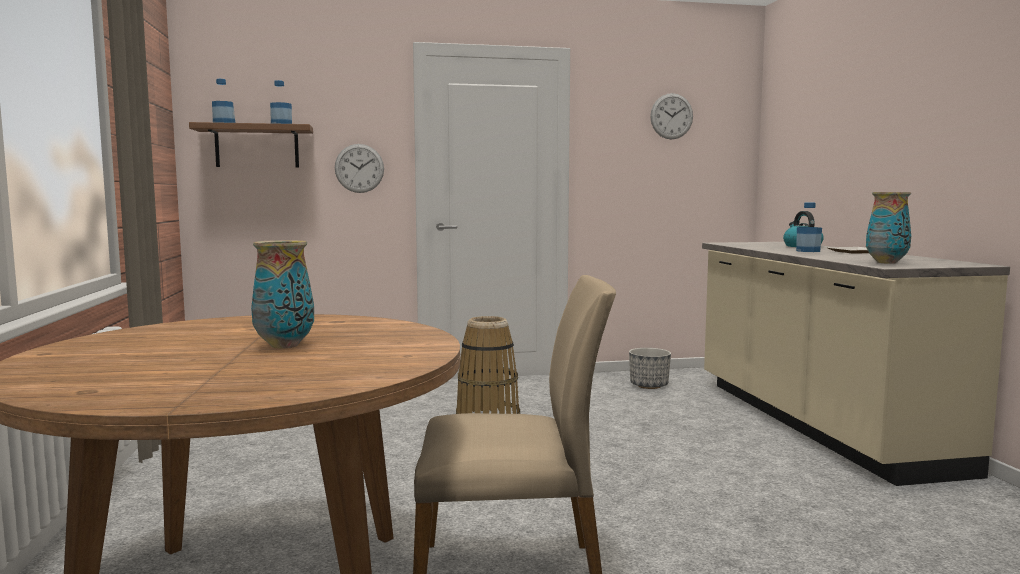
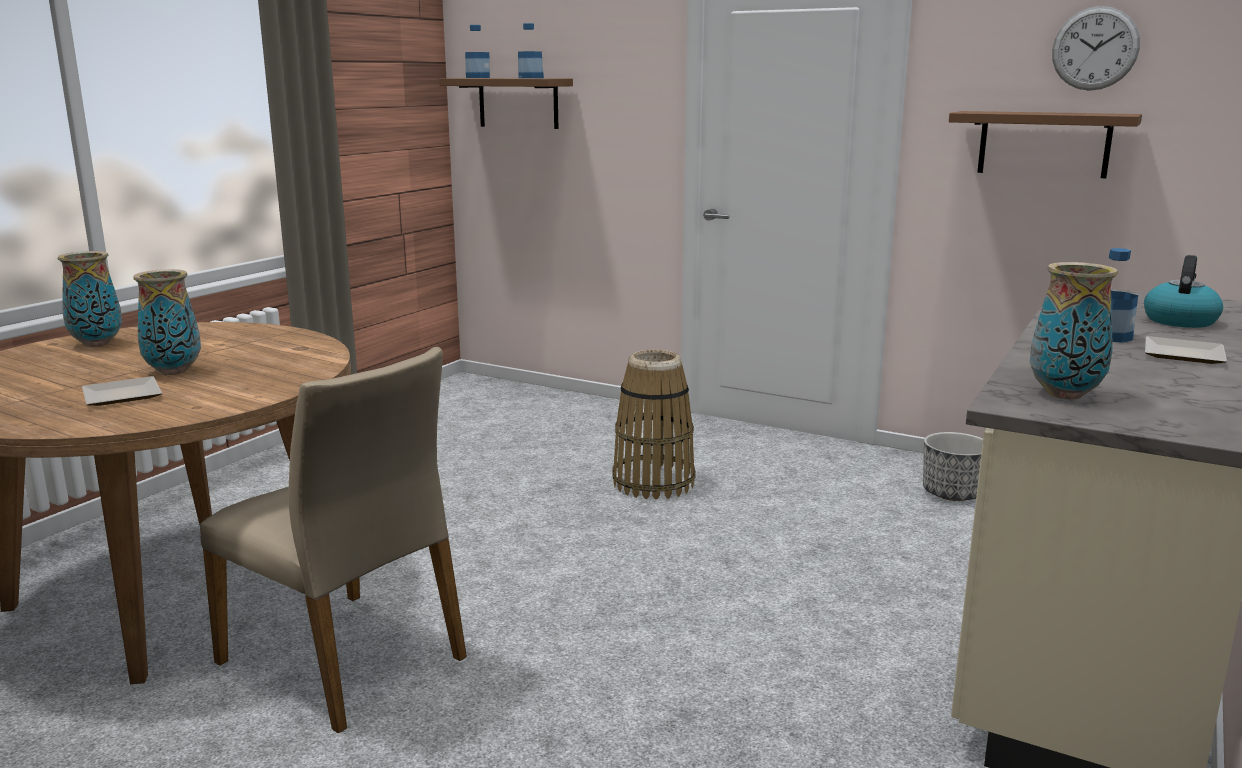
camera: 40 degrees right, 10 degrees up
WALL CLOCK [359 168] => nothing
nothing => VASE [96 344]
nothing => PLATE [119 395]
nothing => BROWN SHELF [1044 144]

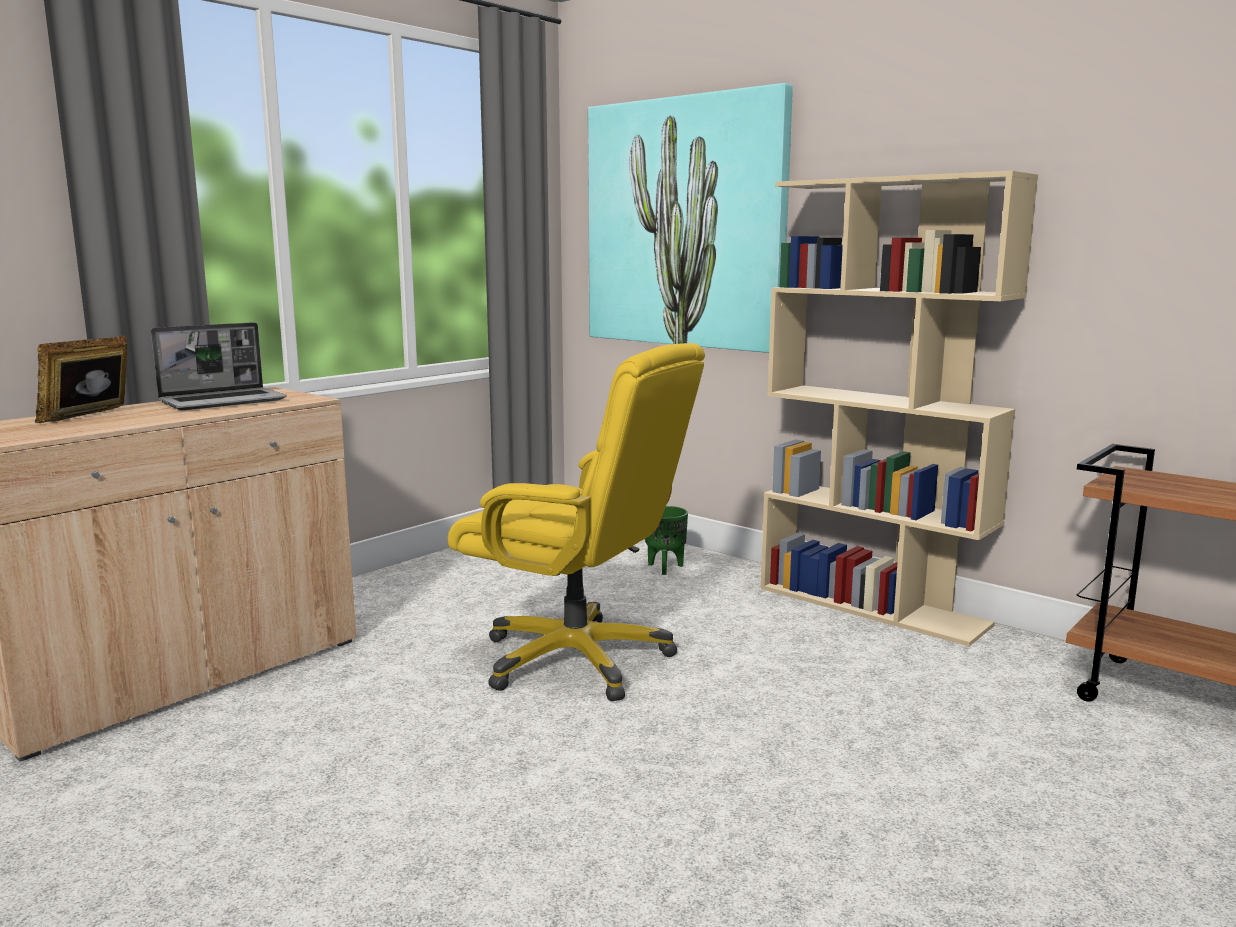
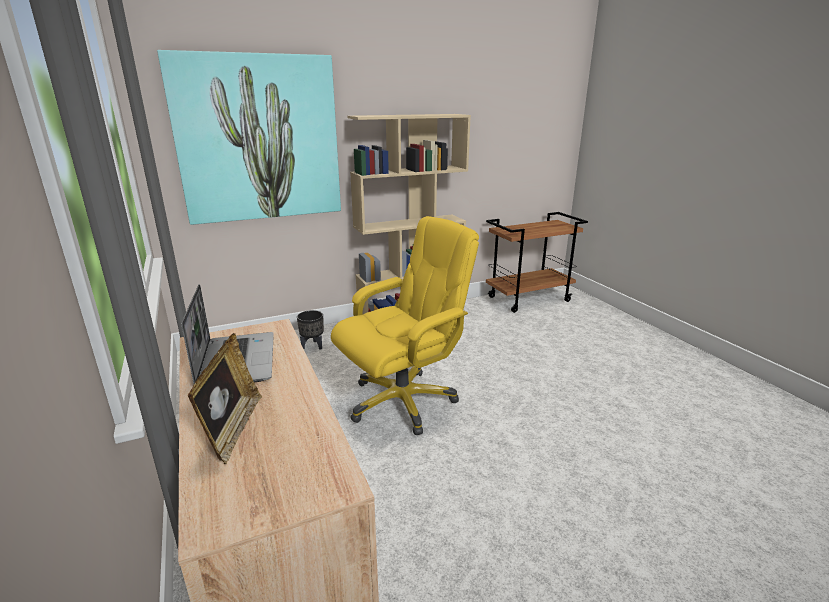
camera: 65 degrees left, 10 degrees up
PICTURE FRAME [90 416] => PICTURE FRAME [233 429], 135 degrees counterclockwise
GREEN PLANTER [665 568] => BLACK PLANTER [313 346]

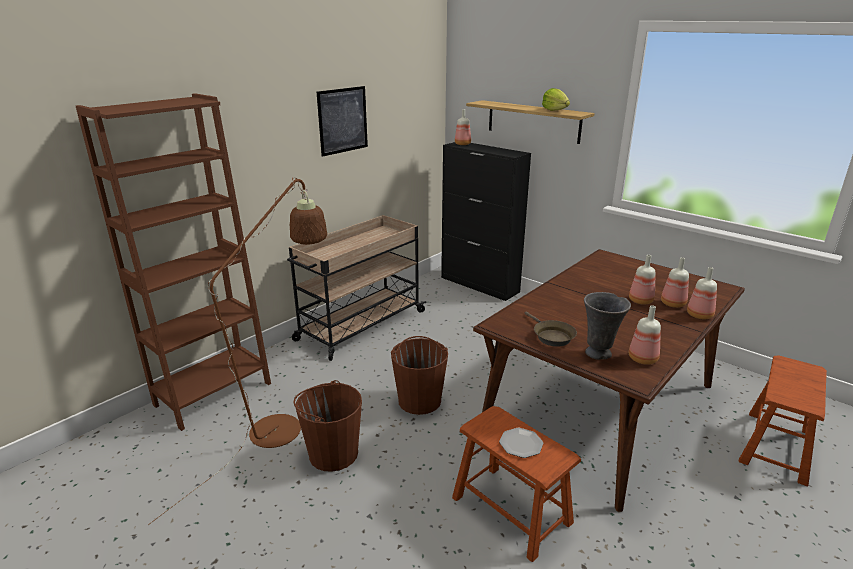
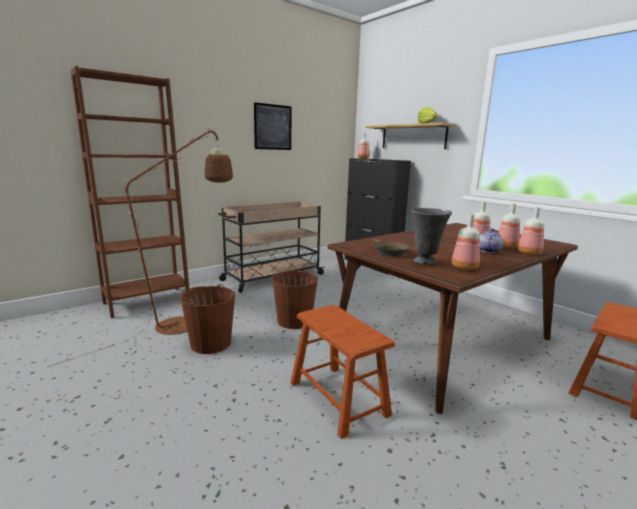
camera: 10 degrees right, 10 degrees down
PLATE [521 444] => nothing
nothing => TEAPOT [488 250]

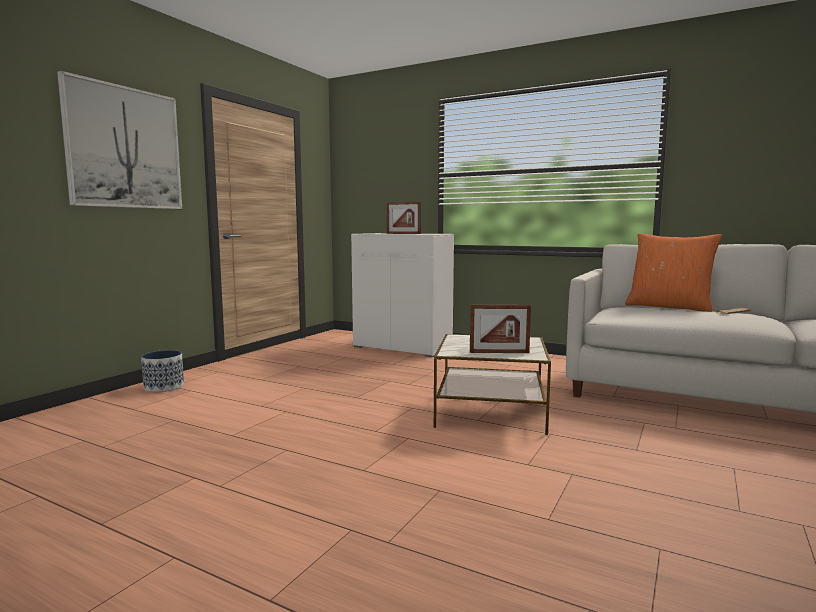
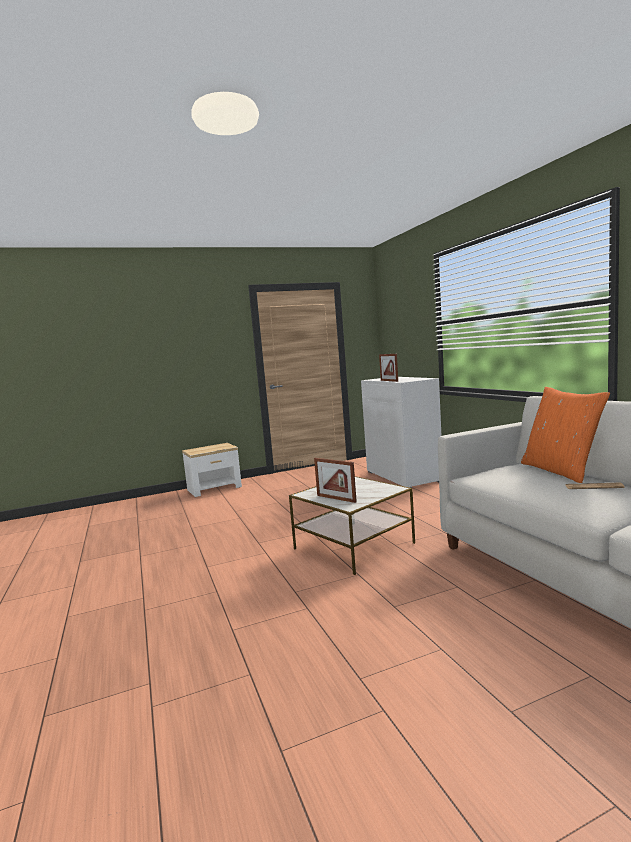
camera: 40 degrees right, 0 degrees up
PICTURE [124 148] => nothing
PLANTER [164 387] => SIDE TABLE [214 489]

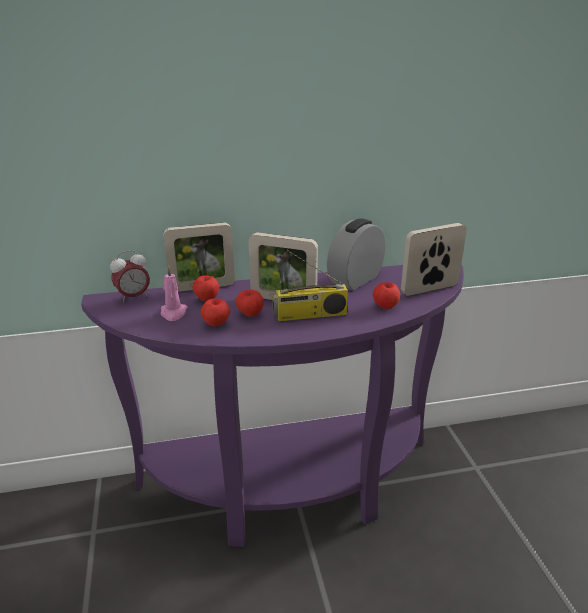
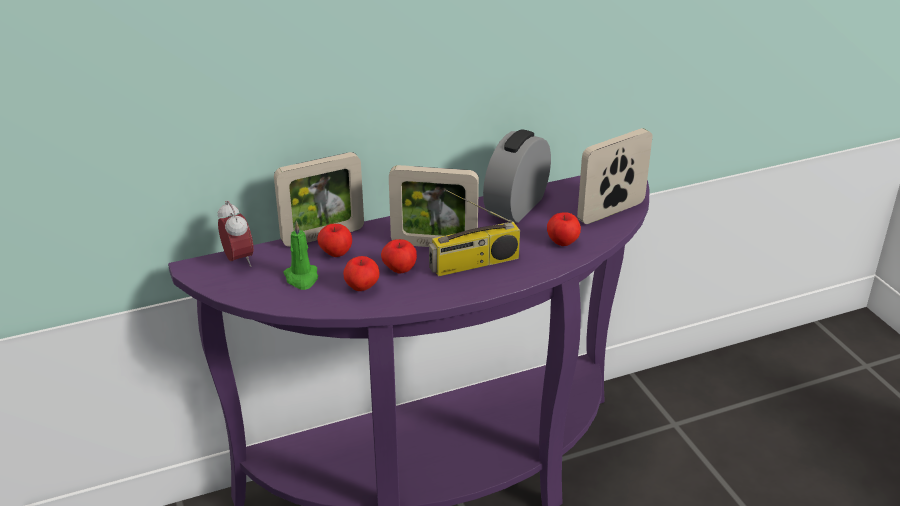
camera: 10 degrees left, 5 degrees up
ALARM CLOCK [133 297] => ALARM CLOCK [238 260], 75 degrees counterclockwise
PINK CANDLE [173 313] => GREEN CANDLE [302 278]

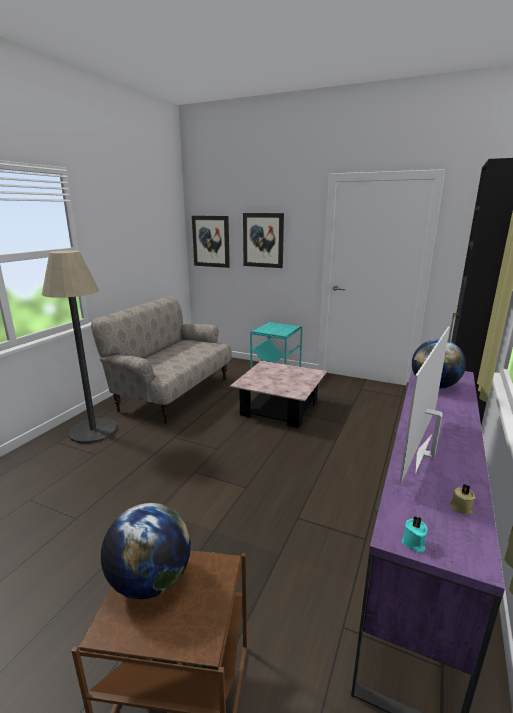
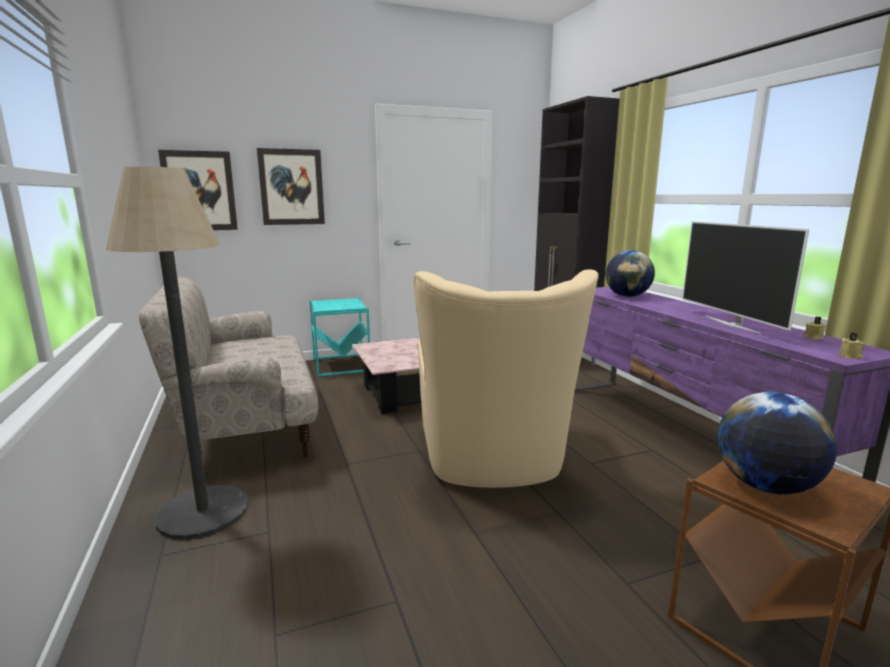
camera: 45 degrees left, 5 degrees down
TURQUOISE CANDLE [413 543] => BEIGE CANDLE [850 356]
nothing => BEIGE ARMCHAIR [492 460]

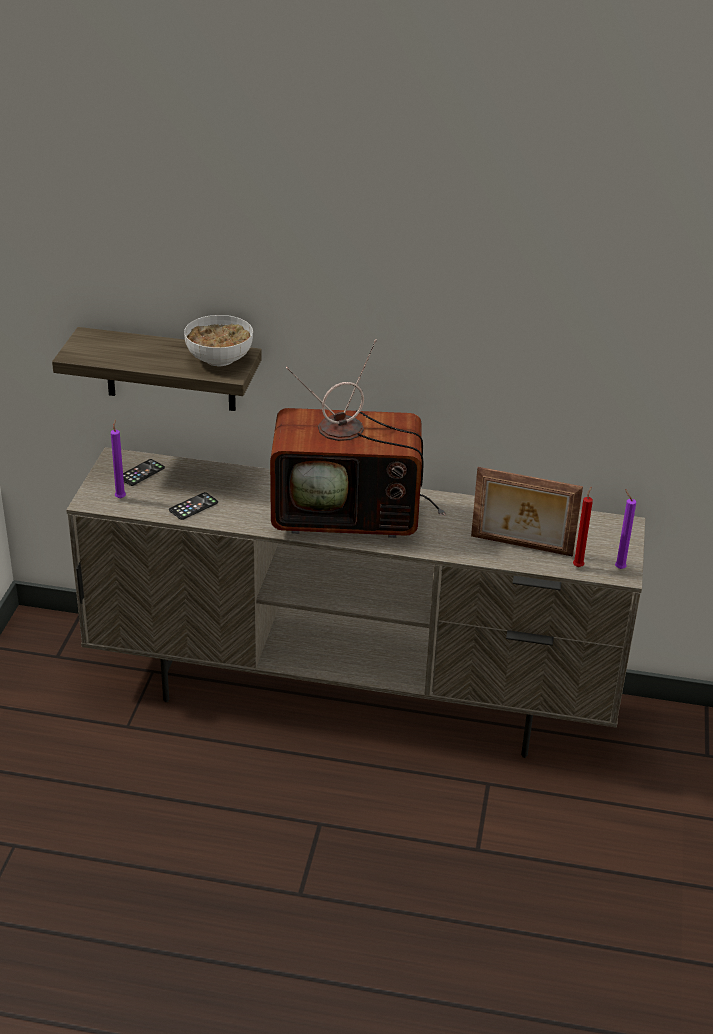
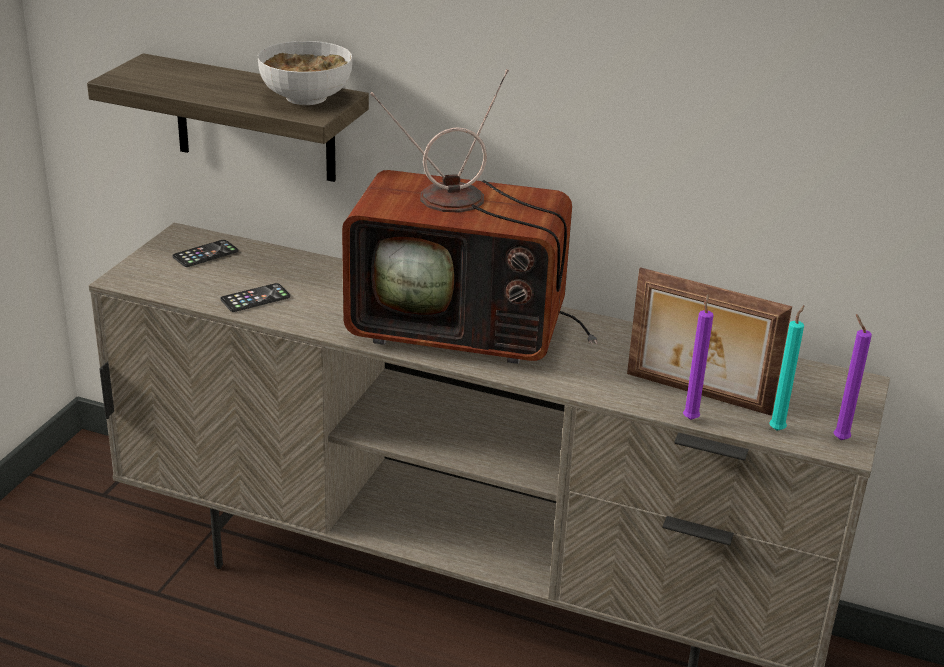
camera: 10 degrees right, 5 degrees down
PURPLE CANDLE [121 497] => PURPLE CANDLE [690 418], shifted
RED CANDLE [578 566] => TURQUOISE CANDLE [778 429]

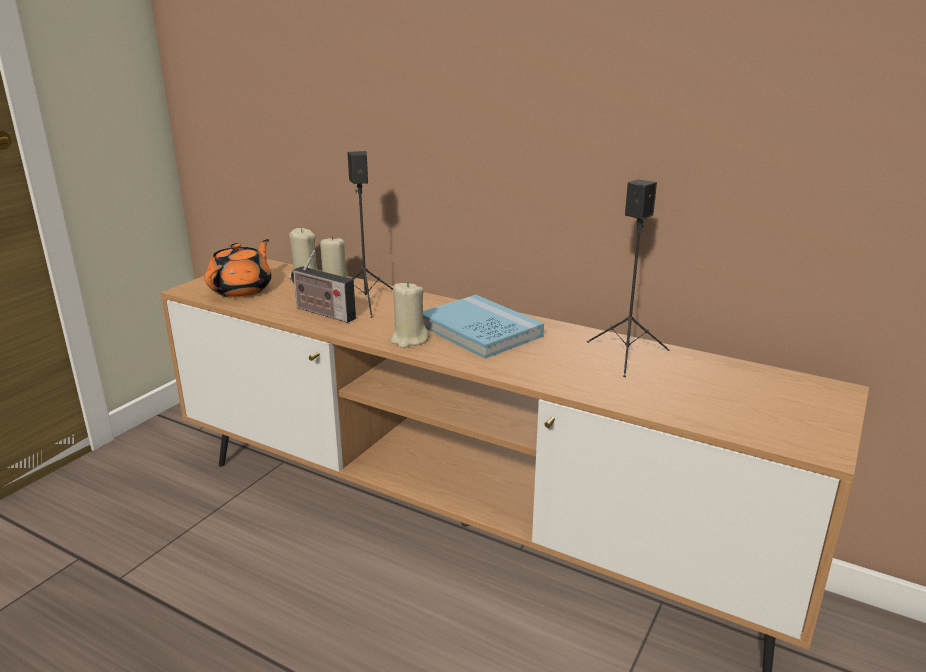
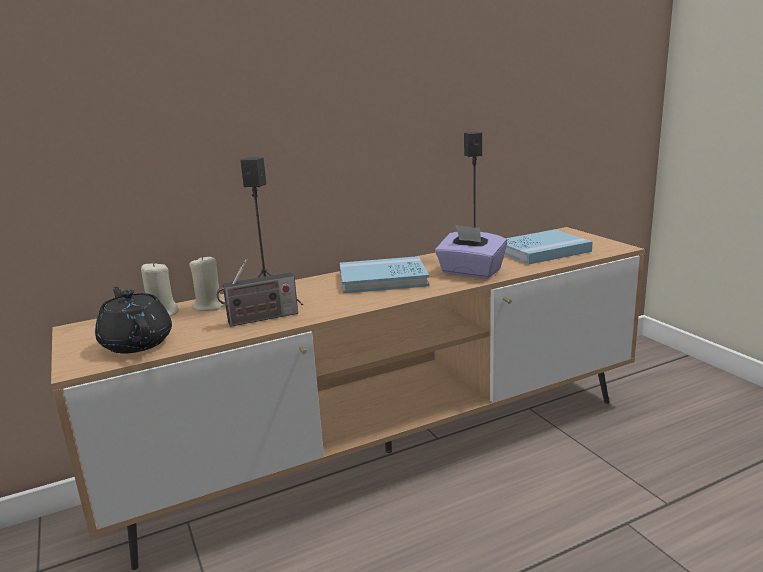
camera: 55 degrees left, 5 degrees down
ORANGE TEAPOT [242 290] => BLACK TEAPOT [137 342]
BEIGE CANDLE [409 340] => nothing
nothing => PURPLE TISSUE BOX [470 272]
nothing => BLUE BOOK [542 251]

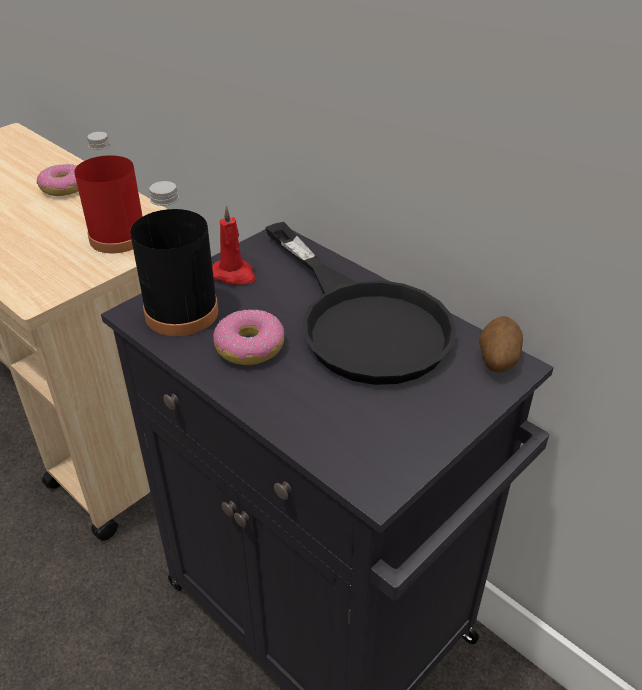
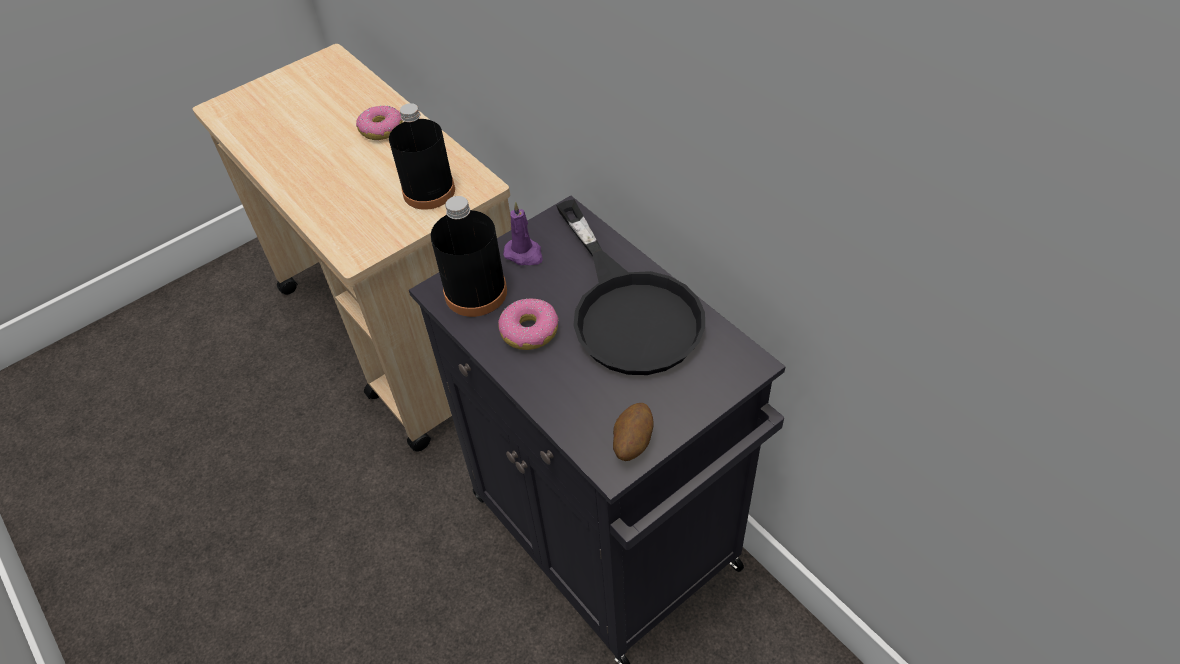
camera: 10 degrees right, 10 degrees up
RED BOTTLE [118 237] => BLACK BOTTLE [429 191]
RED CANDLE [234 275] => PURPLE CANDLE [524 254]
POTATO [497 360] => POTATO [632 442], shifted

